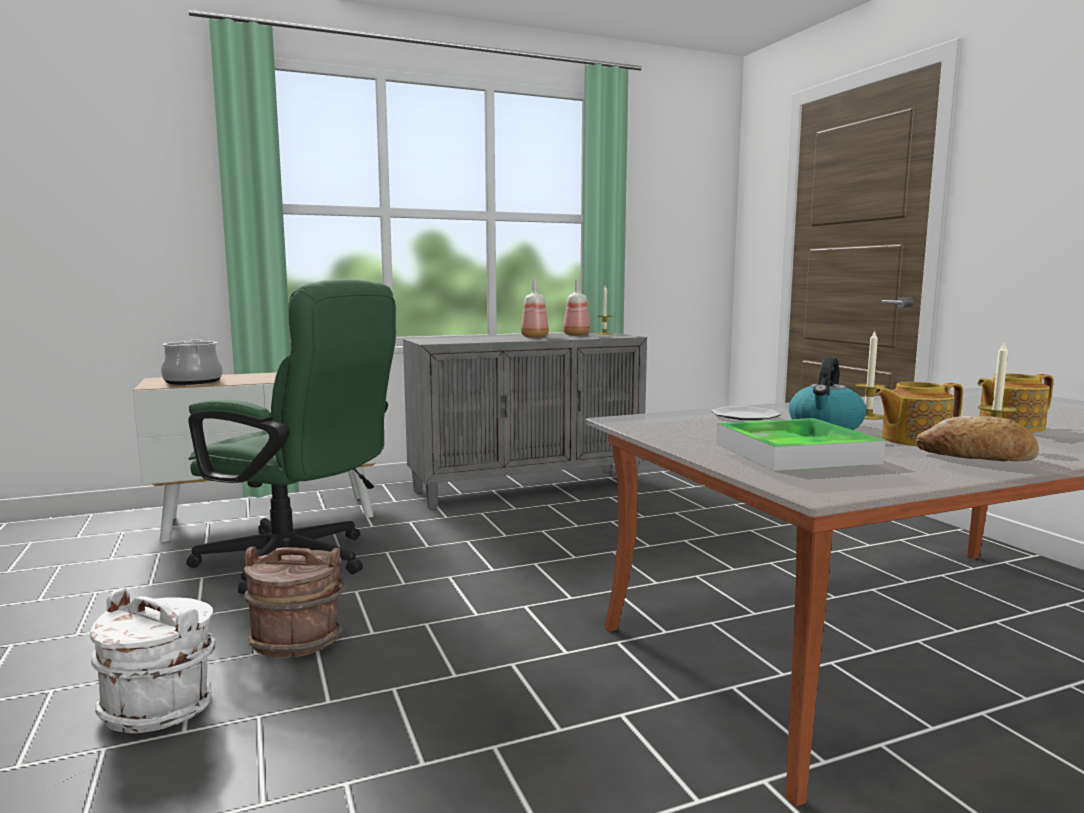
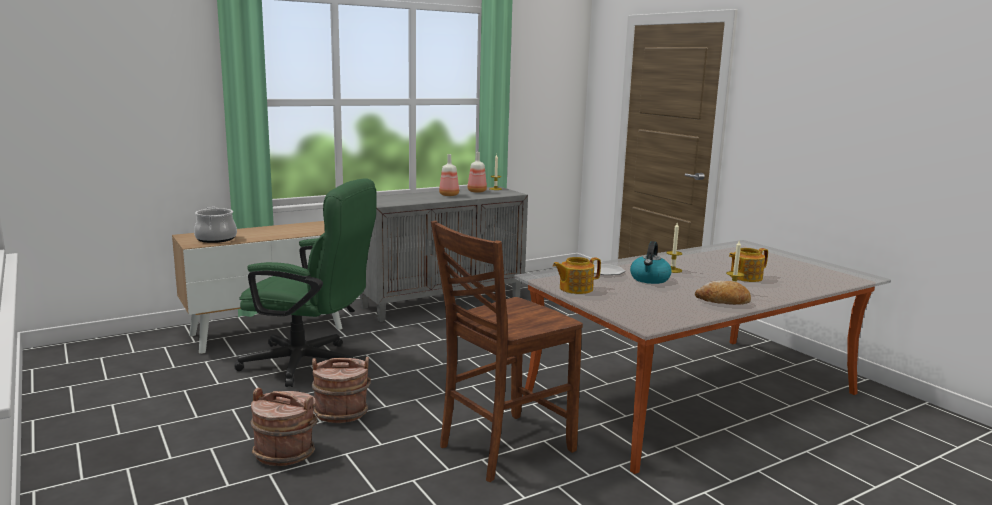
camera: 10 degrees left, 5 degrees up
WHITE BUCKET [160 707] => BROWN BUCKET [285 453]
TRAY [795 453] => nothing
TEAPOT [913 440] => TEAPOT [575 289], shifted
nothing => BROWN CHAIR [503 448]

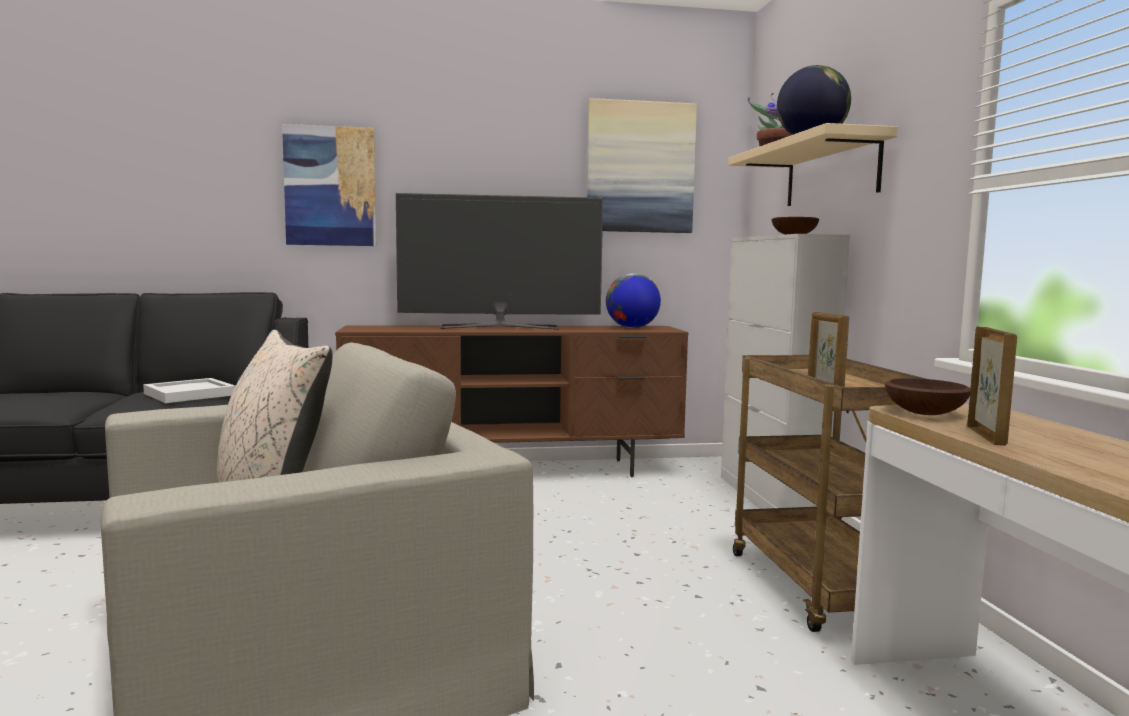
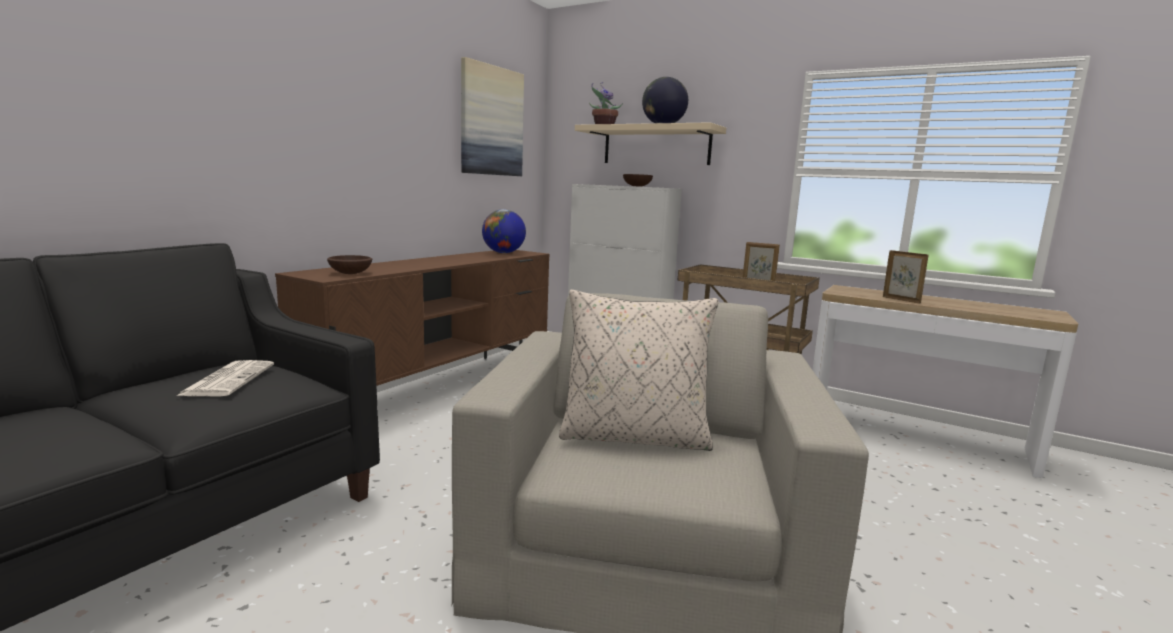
camera: 50 degrees left, 5 degrees up
WHITE TRAY [190 394] => NEWSPAPER [228 379]
PICTURE [330 186] => nothing
TELEVISION [500 327] => nothing
BROWN BOWL [926 413] => BROWN BOWL [351 273], shifted

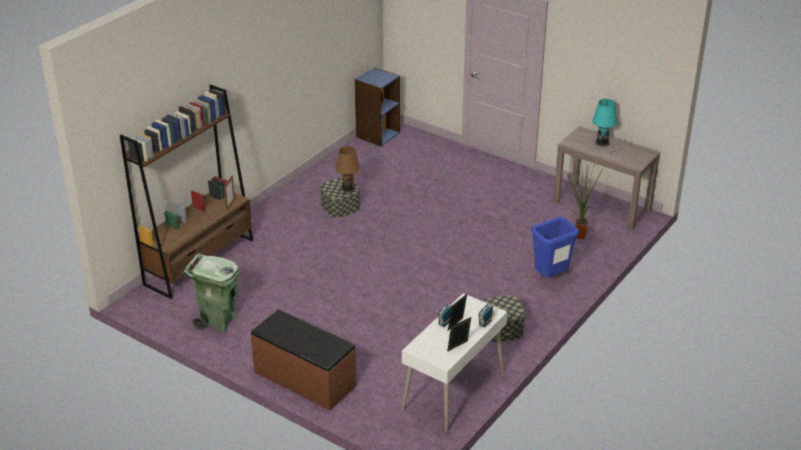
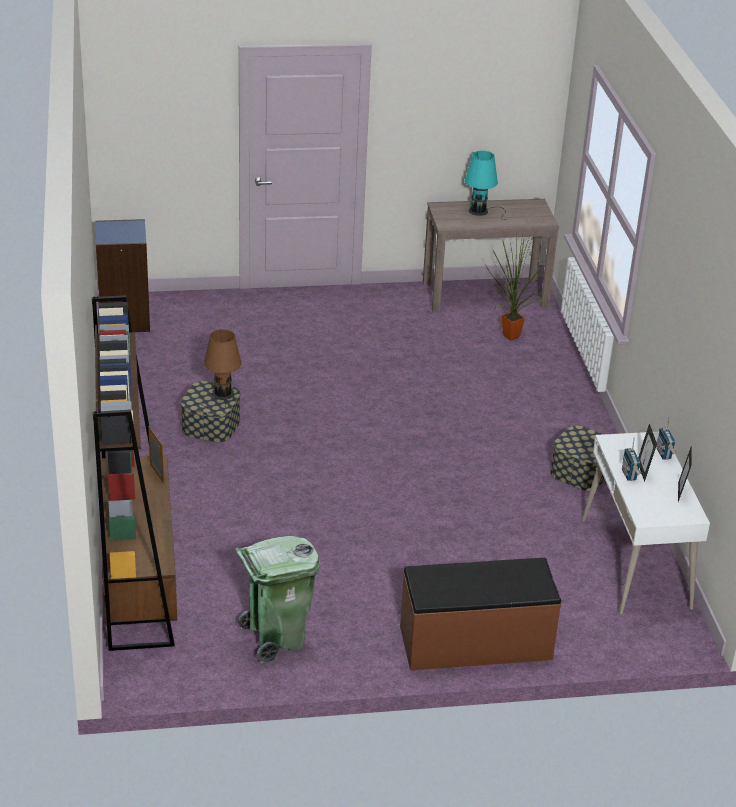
camera: 45 degrees left, 0 degrees up
BLUE TRASH CAN [550 277] => nothing

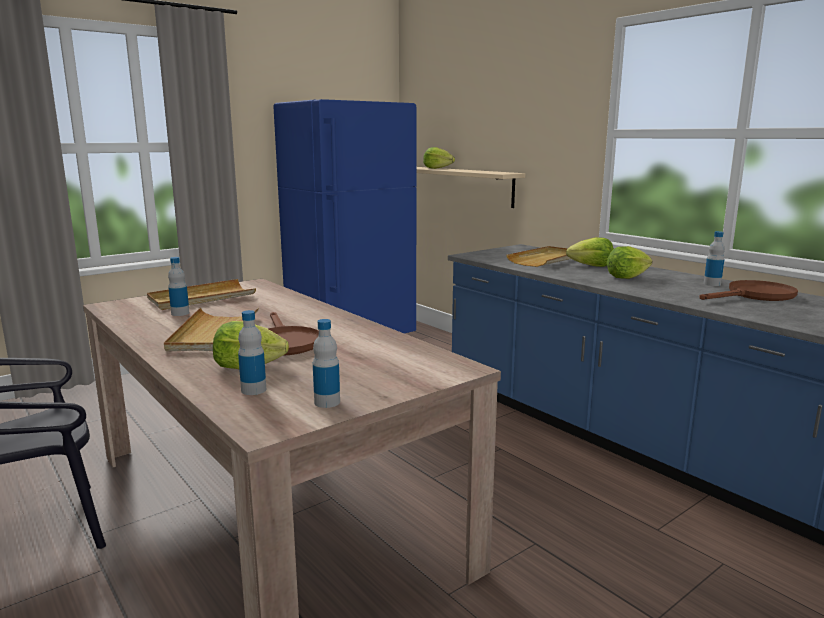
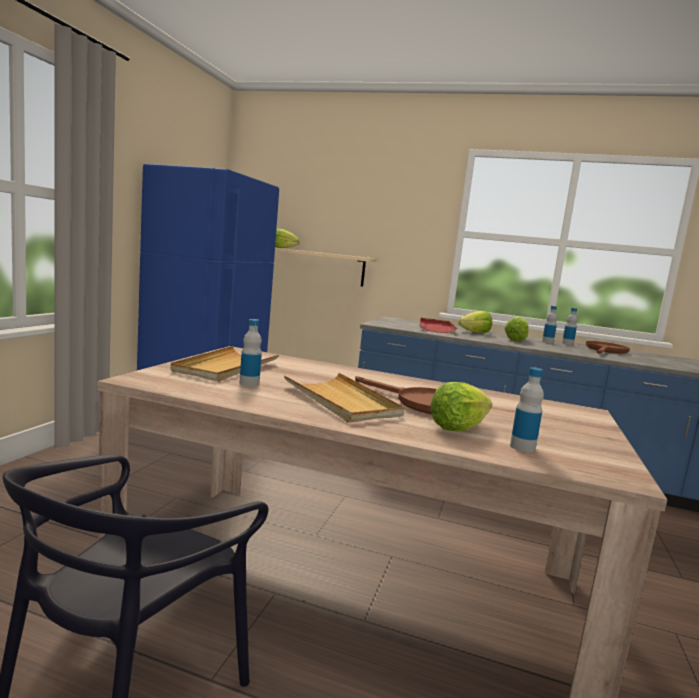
camera: 35 degrees left, 5 degrees down
BOTTLE [327 402] => BOTTLE [547 342], shifted
BEIGE TRAY [546 259] => RED TRAY [435 328]

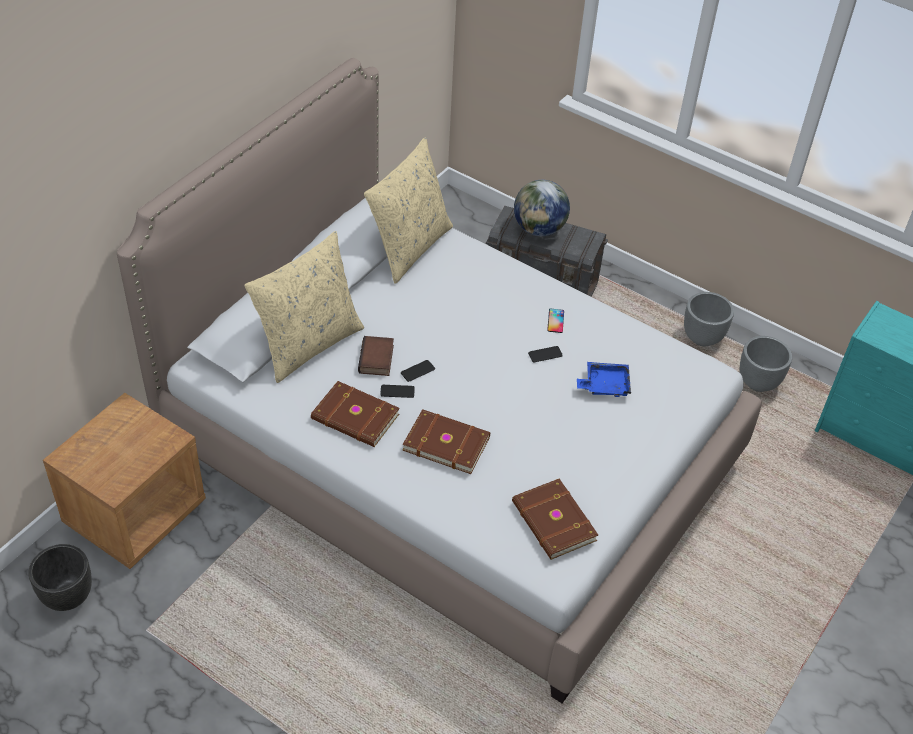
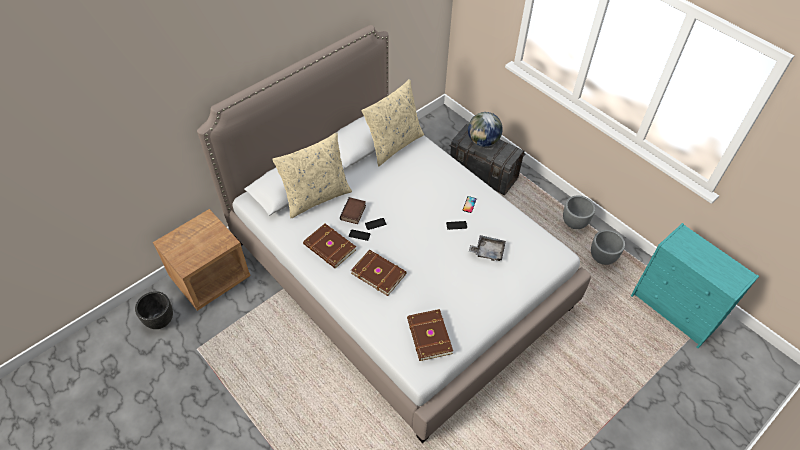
camera: 15 degrees right, 5 degrees up
BLUE TRAY [604 385] => GREY TRAY [488 251]

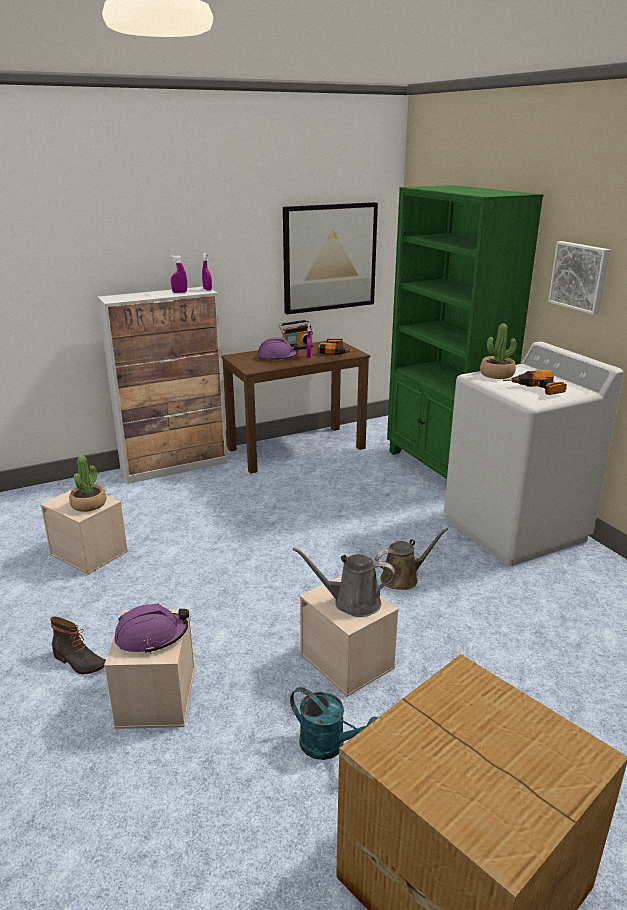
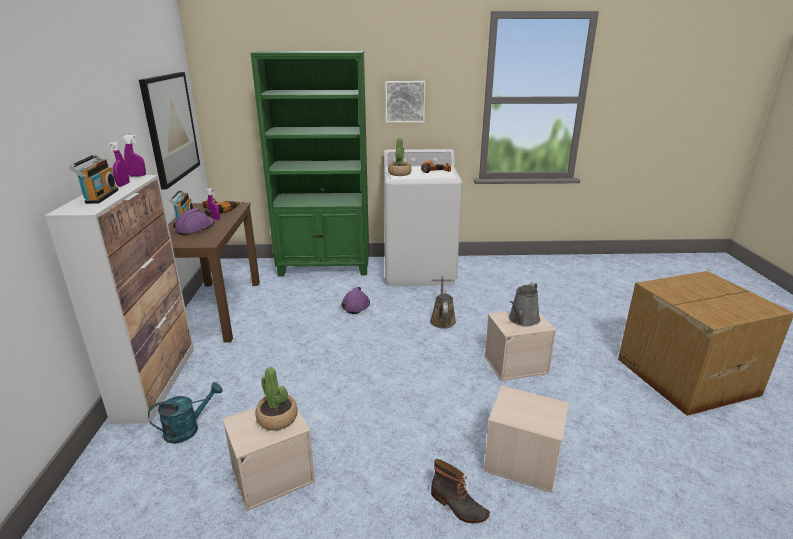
camera: 65 degrees left, 0 degrees up
BOOT [79 662] => BOOT [458 506], 75 degrees clockwise
PURPLE HARD HAT [151 636] => PURPLE HARD HAT [355 305], shifted
TURQUOISE WATERING CAN [330 745] => TURQUOISE WATERING CAN [188 429], shifted
nothing => RADIO [100 196]

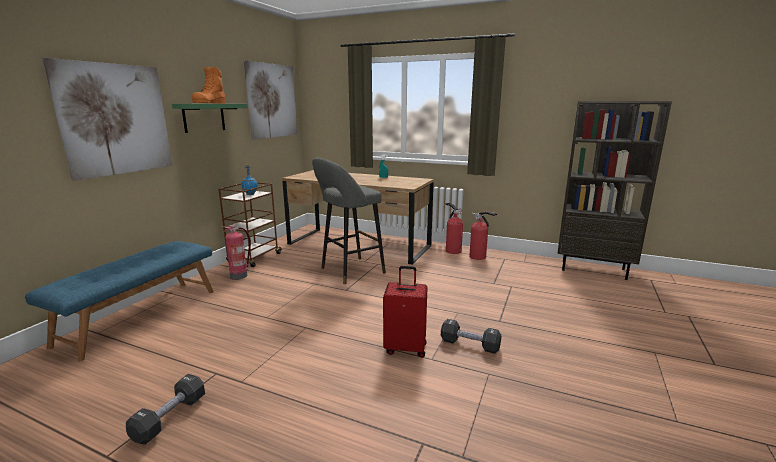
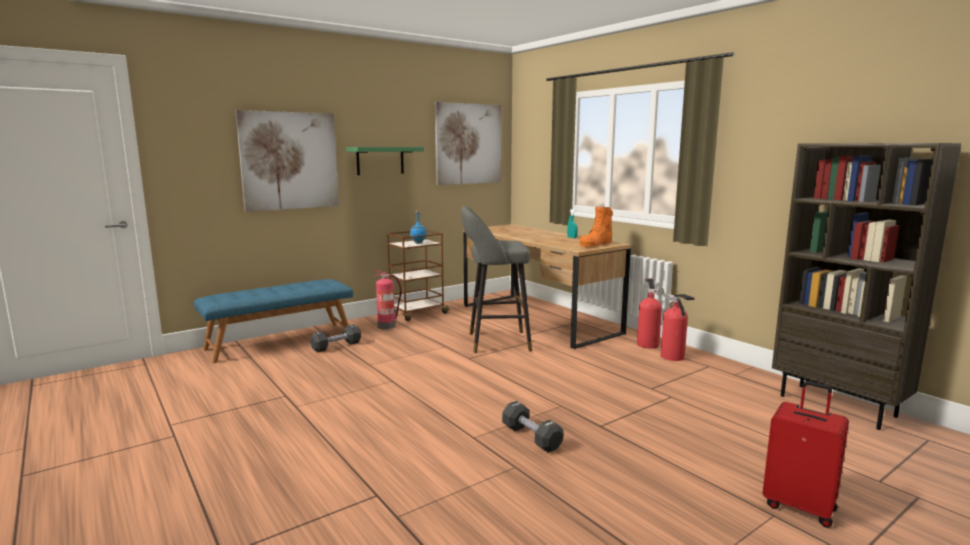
camera: 30 degrees right, 5 degrees down
BLACK DUMBBELL [170 418] => BLACK DUMBBELL [336 346], shifted
ORANGE BOOT [210 103] => ORANGE BOOT [596 244], shifted
RED SUITCASE [405 348] => RED SUITCASE [799 506], shifted

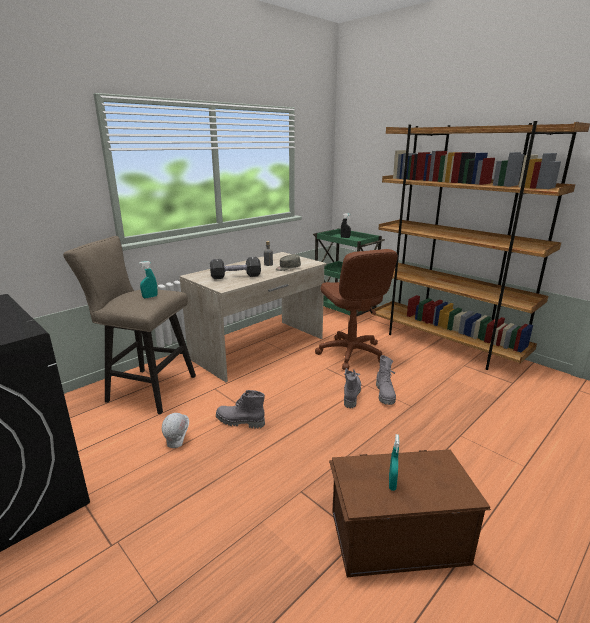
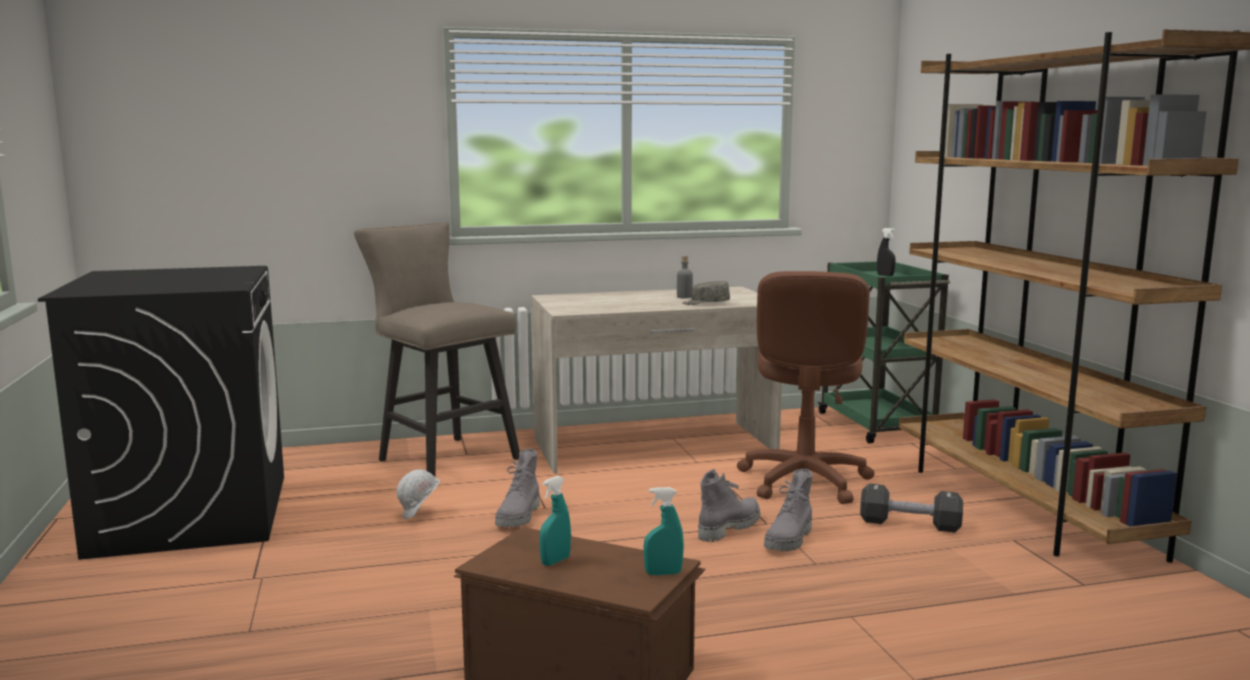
camera: 30 degrees right, 10 degrees down
TURQUOISE SPRAY BOTTLE [150 297] => TURQUOISE SPRAY BOTTLE [663 573], shifted
BLACK DUMBBELL [235 276] => BLACK DUMBBELL [909 524], shifted
GREY BOOT [239 422] => GREY BOOT [520 516], 120 degrees counterclockwise

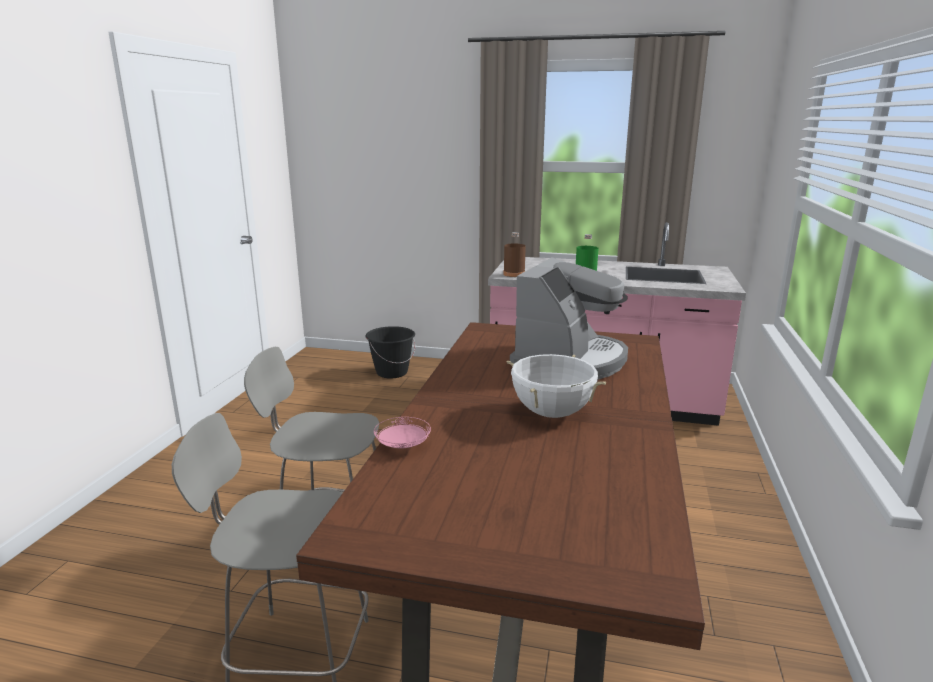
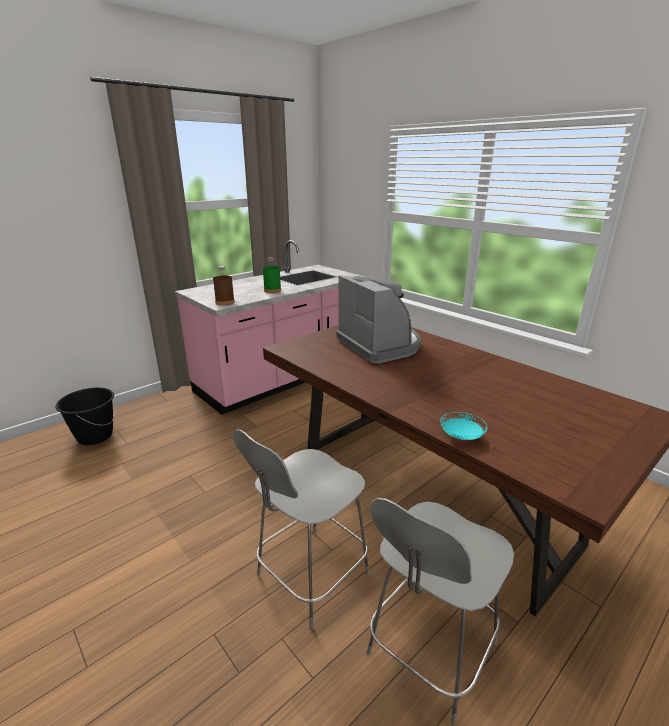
camera: 55 degrees left, 5 degrees up
PINK PLATE [403 446] => TURQUOISE PLATE [461 436]
WHITE COOKING POT [552 413] => nothing

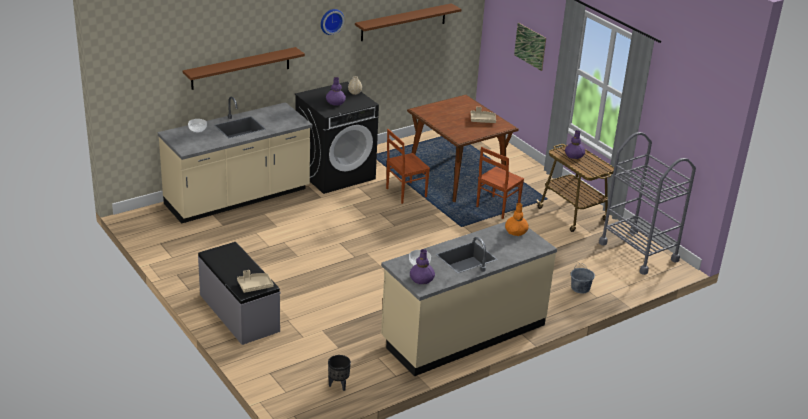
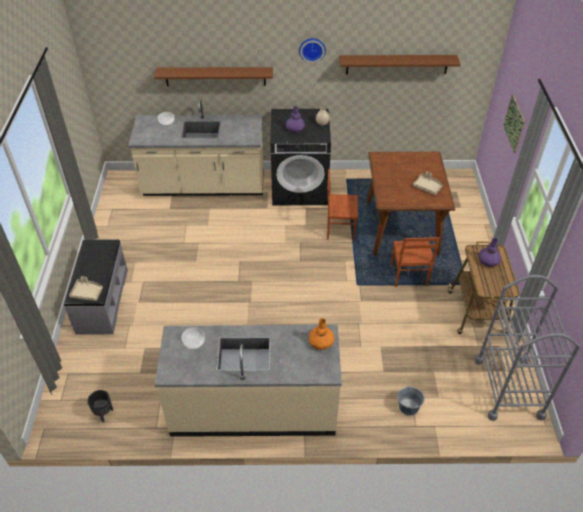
camera: 35 degrees right, 15 degrees up
PURPLE VASE [421 279] => nothing
BROWN CHAIR [496 207] => BROWN CHAIR [408 276], 75 degrees counterclockwise

